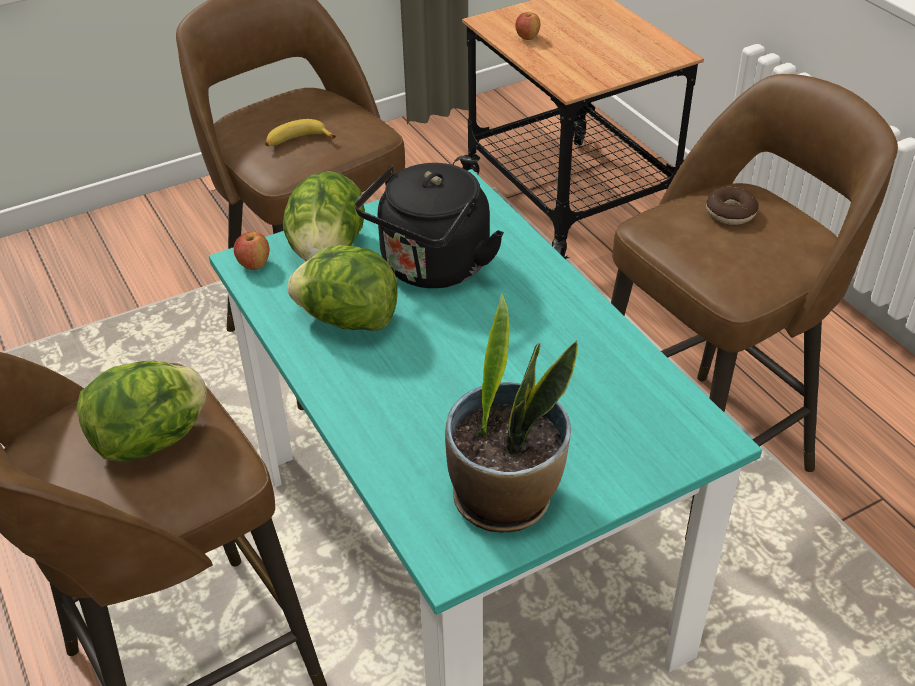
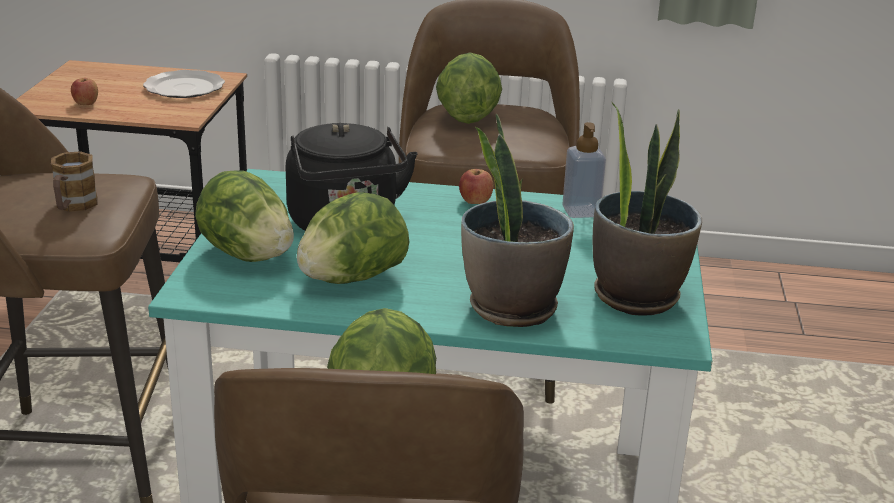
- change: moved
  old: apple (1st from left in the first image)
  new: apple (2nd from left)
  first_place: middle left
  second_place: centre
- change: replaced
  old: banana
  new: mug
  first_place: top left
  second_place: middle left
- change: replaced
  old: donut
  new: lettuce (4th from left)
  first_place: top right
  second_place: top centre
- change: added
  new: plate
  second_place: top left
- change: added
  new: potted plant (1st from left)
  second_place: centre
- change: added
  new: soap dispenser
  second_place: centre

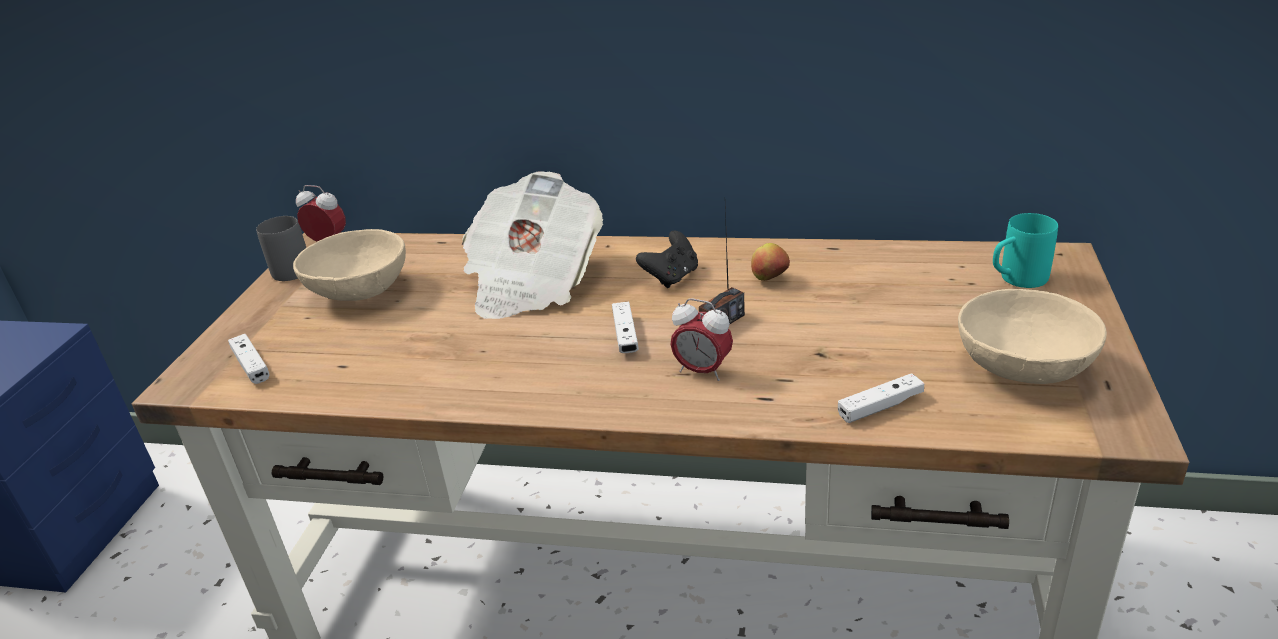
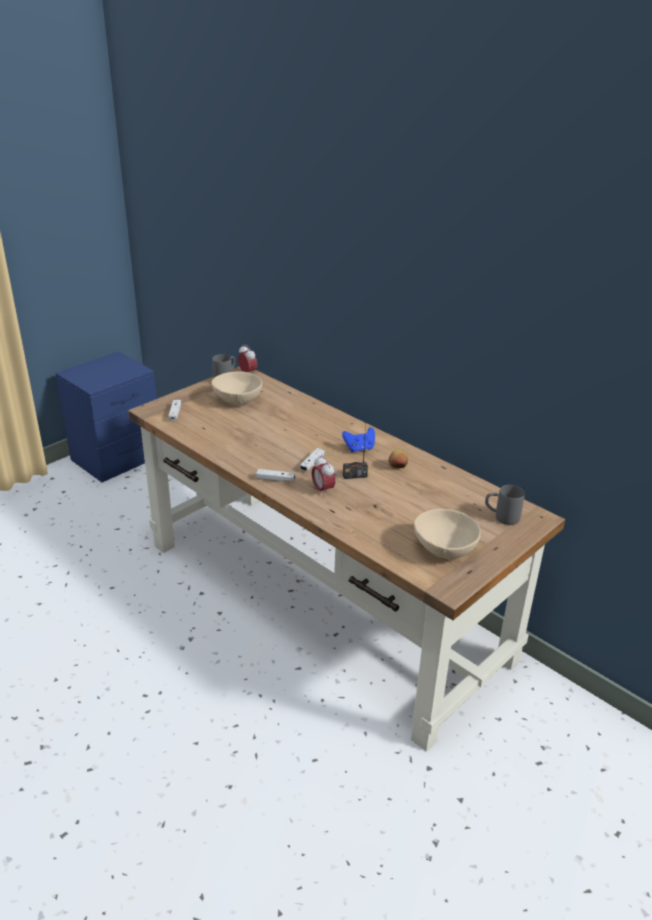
- change: removed
  old: newspaper
  first_place: centre
- change: recoloured
  old: black game controller
  new: blue game controller
  first_place: centre
  second_place: centre
- change: moved
  old: white game controller (3rd from left in the first image)
  new: white game controller (2nd from left)
  first_place: middle right
  second_place: centre
- change: recoloured
  old: turquoise mug
  new: grey mug (2nd from left)
  first_place: middle right
  second_place: middle right

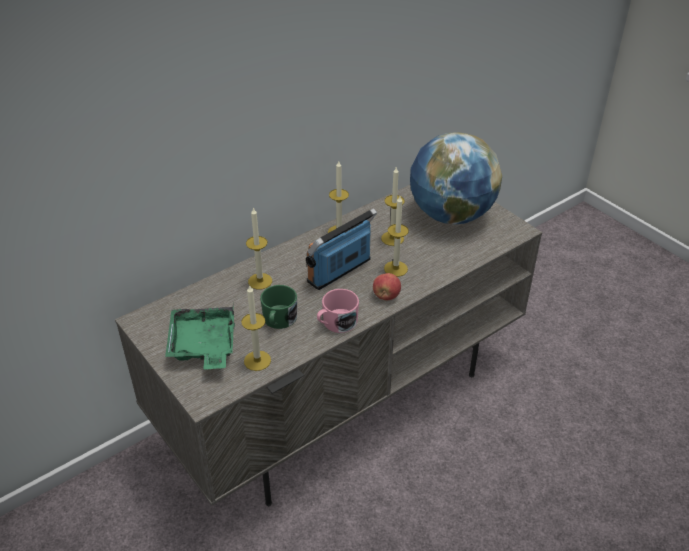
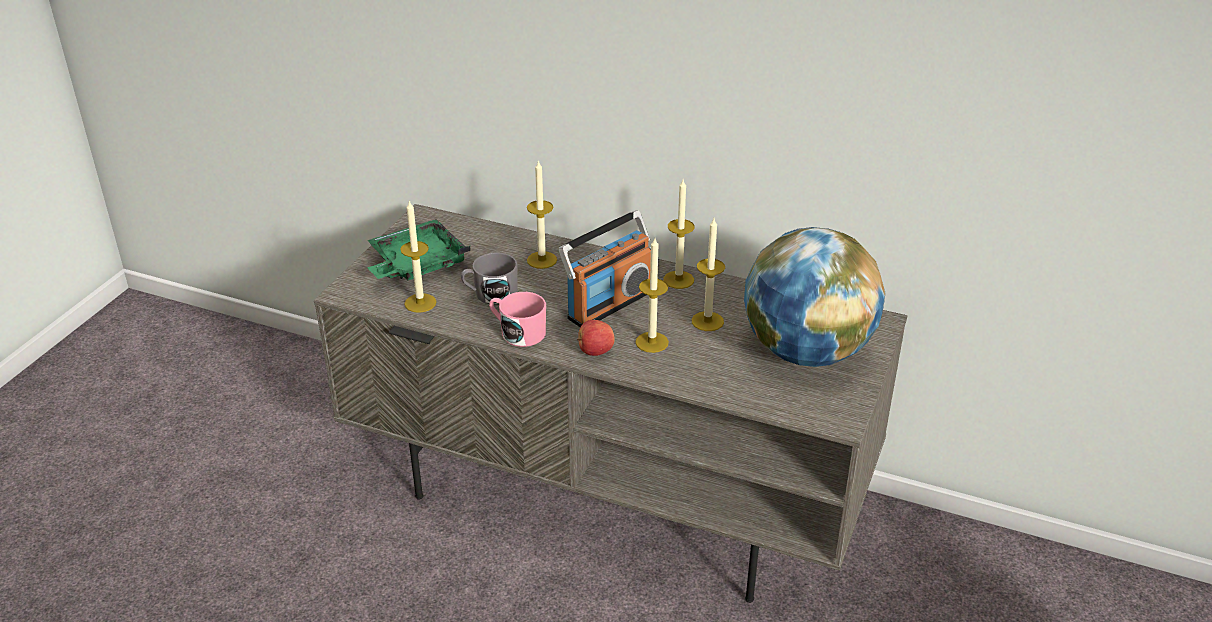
- change: recoloured
  old: green mug
  new: grey mug
  first_place: centre
  second_place: centre
- change: turned
  old: radio
  first_place: centre
  second_place: centre
  degrees: 120

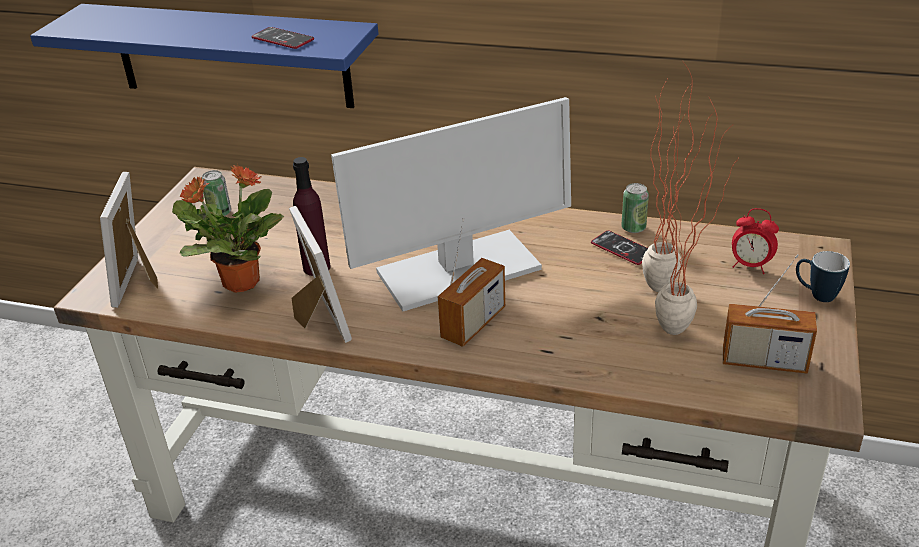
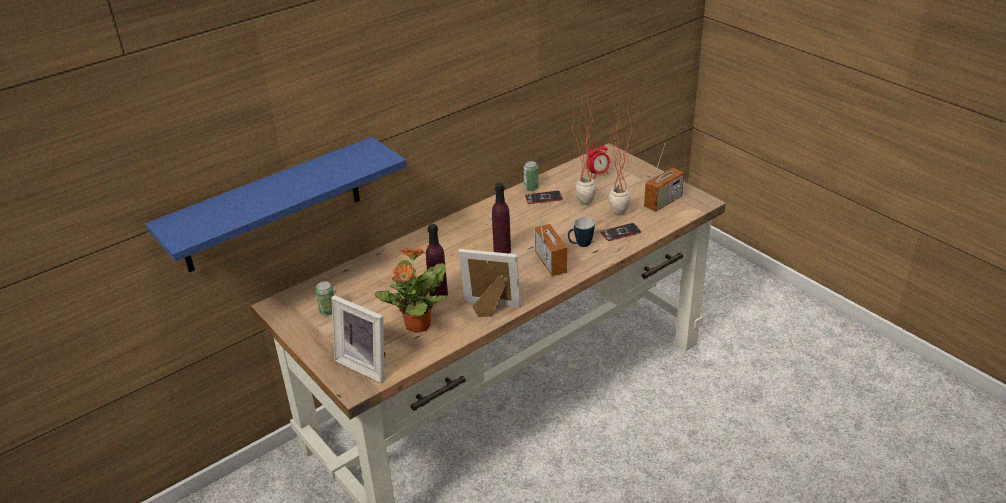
- change: moved
  old: phone (1st from left in the first image)
  new: phone (2nd from left)
  first_place: top left
  second_place: centre
- change: replaced
  old: monitor
  new: purple bottle (2nd from left)
  first_place: centre
  second_place: centre
- change: moved
  old: mug
  first_place: middle right
  second_place: centre

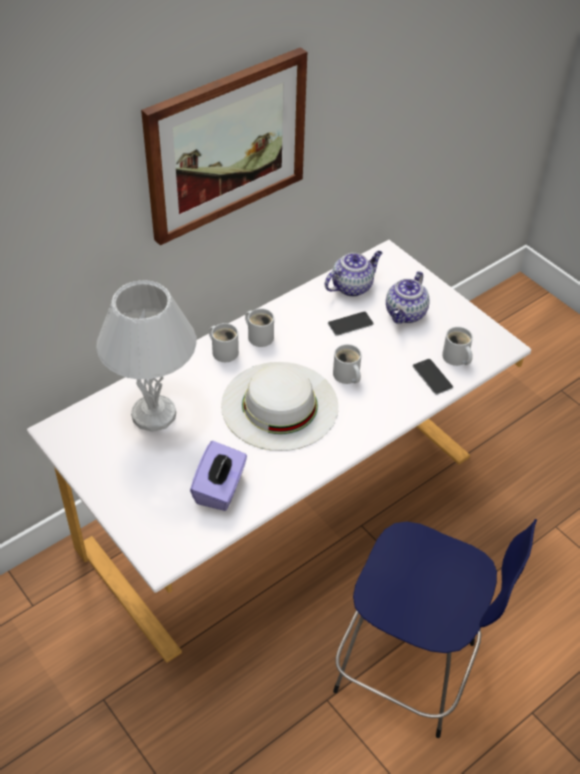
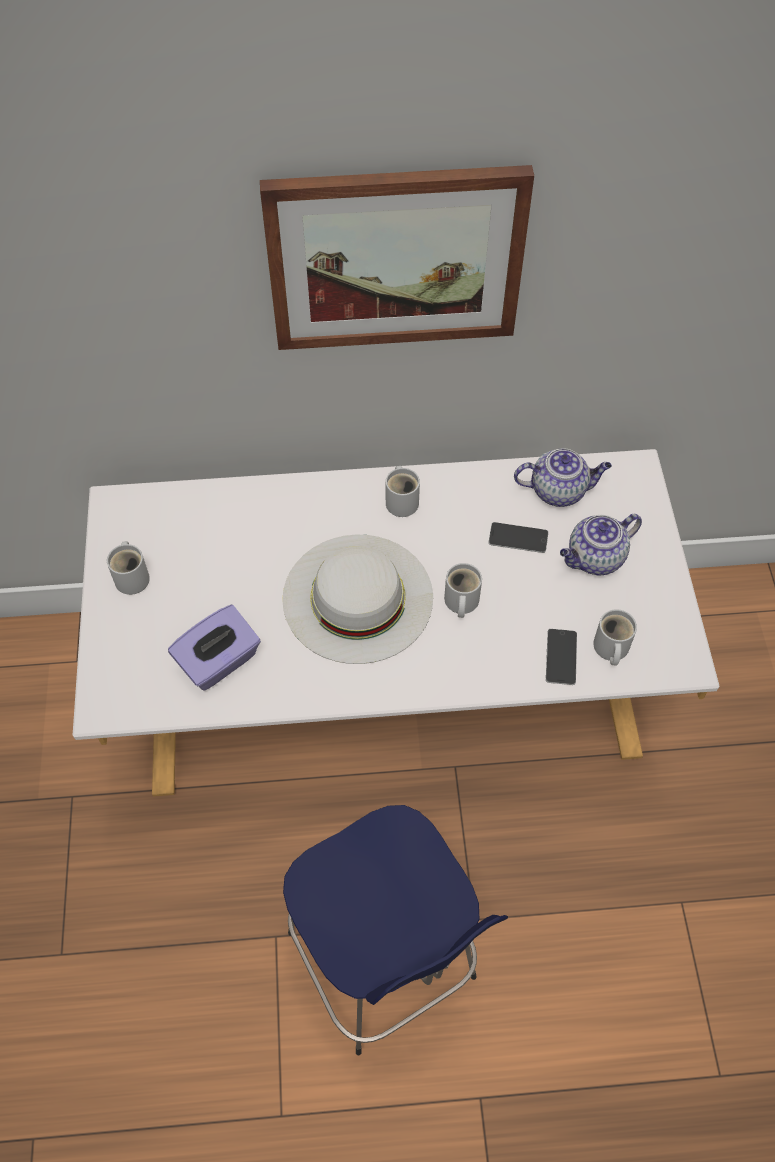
- change: removed
  old: white table lamp
  first_place: middle left
- change: moved
  old: white mug (1st from left)
  first_place: centre
  second_place: middle left

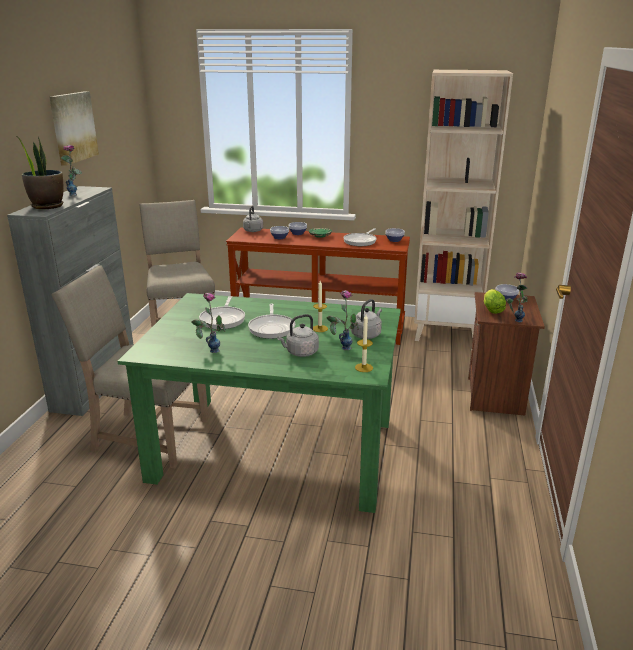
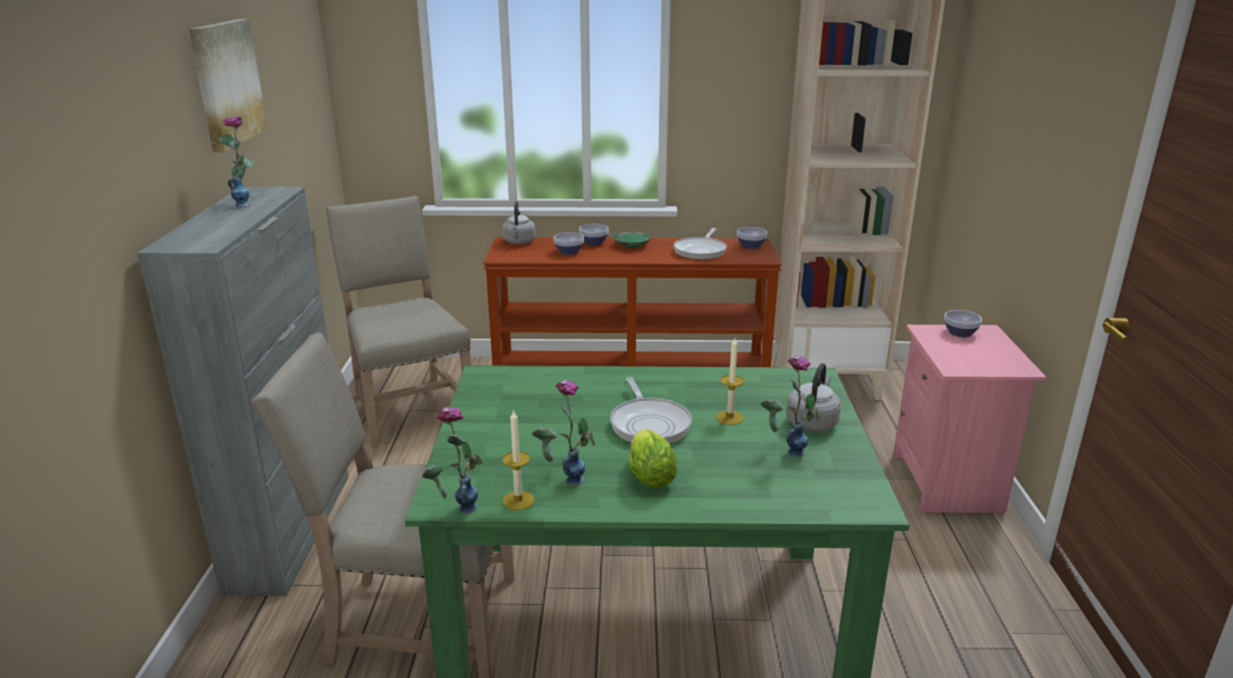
- change: removed
  old: potted plant
  first_place: top left
- change: removed
  old: frying pan (1st from left)
  first_place: centre
- change: removed
  old: grey kettle (2nd from left)
  first_place: centre
- change: moved
  old: candle (2nd from left in the first image)
  new: candle (1st from left)
  first_place: centre
  second_place: bottom centre
- change: recoloured
  old: brown nightstand
  new: pink nightstand
  first_place: middle right
  second_place: middle right
- change: moved
  old: lettuce
  first_place: middle right
  second_place: bottom centre
- change: moved
  old: vase (4th from left in the first image)
  new: vase (2nd from left)
  first_place: middle right
  second_place: bottom centre

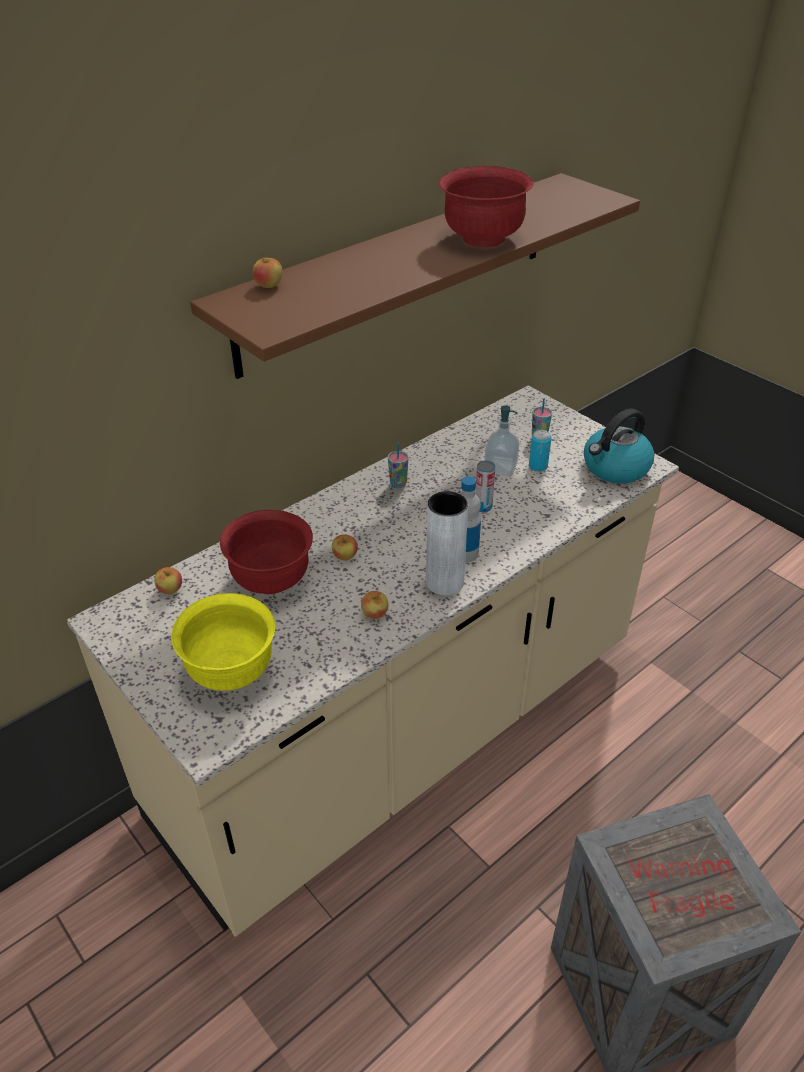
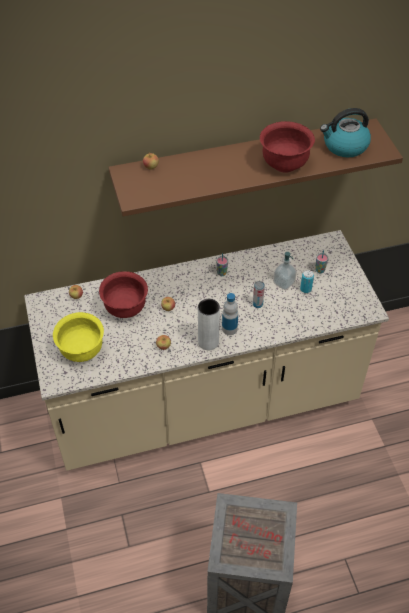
- change: moved
  old: kettle
  first_place: middle right
  second_place: top right

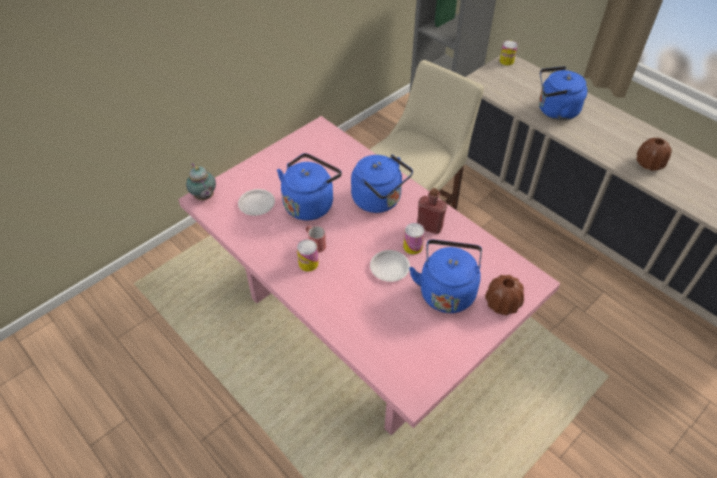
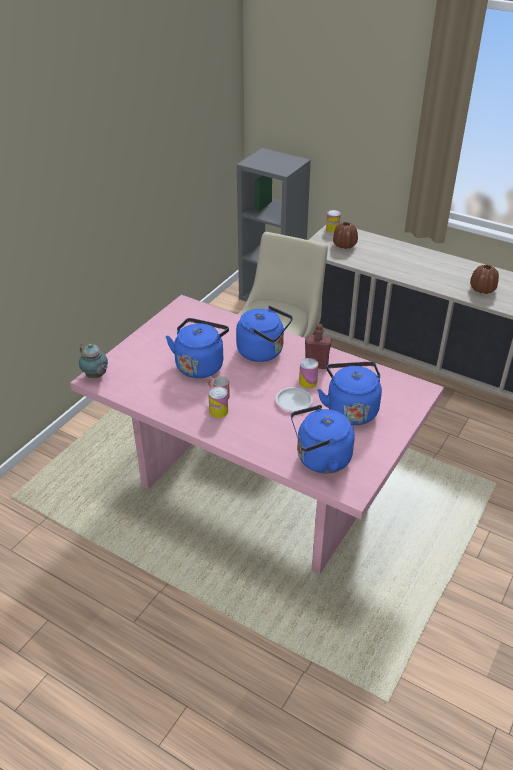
- change: removed
  old: white plate (1st from left)
  first_place: centre
- change: moved
  old: brown vase (1st from left)
  first_place: middle right
  second_place: top right
- change: moved
  old: blue kettle (4th from left in the first image)
  new: blue kettle (3rd from left)
  first_place: top right
  second_place: centre

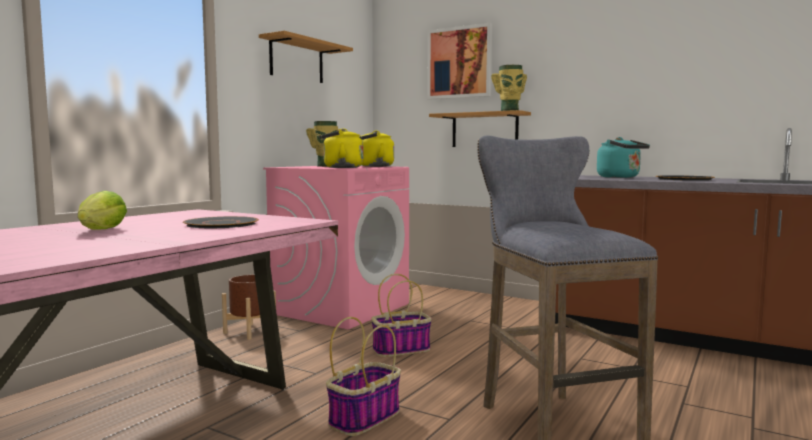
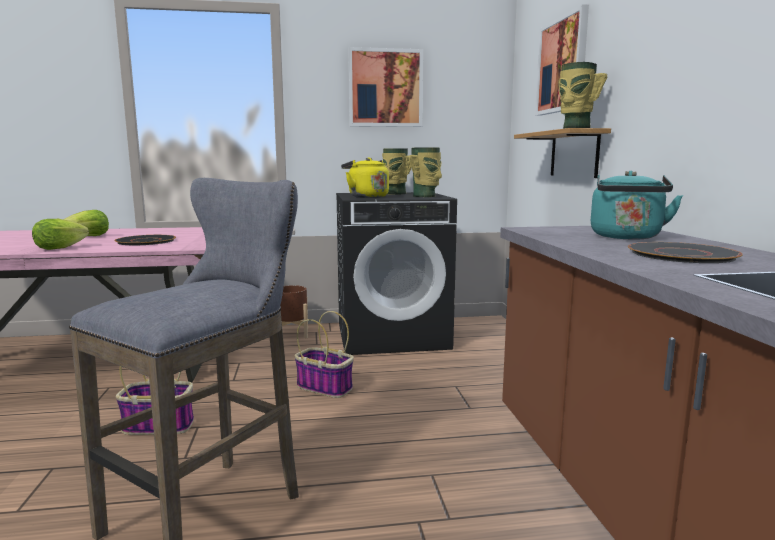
- change: replaced
  old: shelf (1st from left)
  new: picture (1st from left)
  first_place: top centre
  second_place: top centre
- change: recoloured
  old: pink washing machine
  new: black washing machine
  first_place: centre
  second_place: centre
- change: replaced
  old: yellow kettle (2nd from left)
  new: vase (2nd from left)
  first_place: centre
  second_place: top centre
- change: added
  new: lettuce (1st from left)
  second_place: middle left

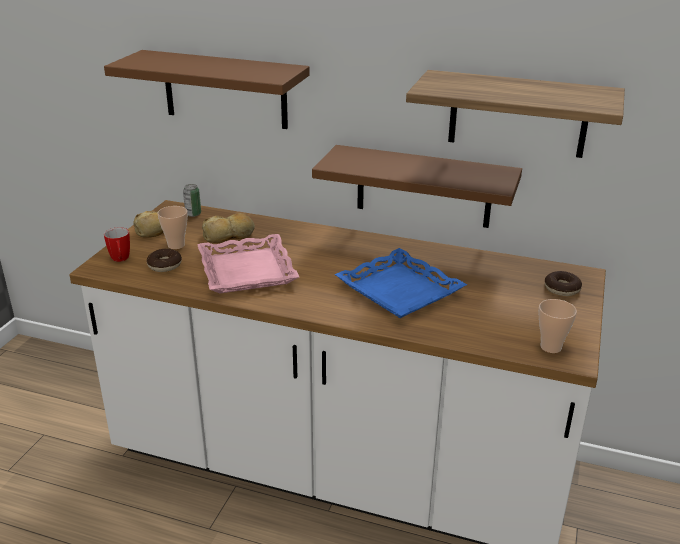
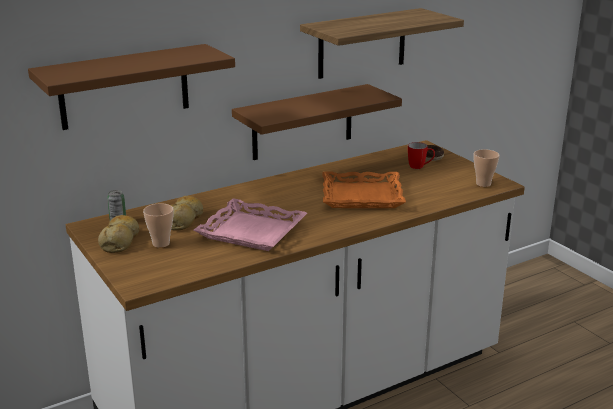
- change: moved
  old: mug
  first_place: middle left
  second_place: middle right
- change: removed
  old: donut (1st from left)
  first_place: middle left
- change: recoloured
  old: blue tray
  new: orange tray
  first_place: centre
  second_place: centre

